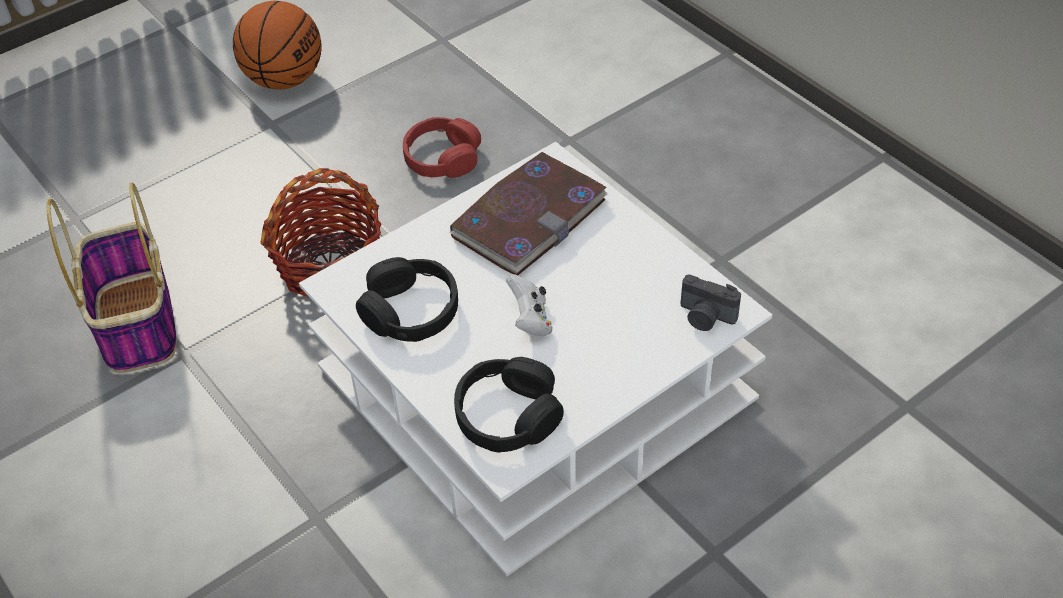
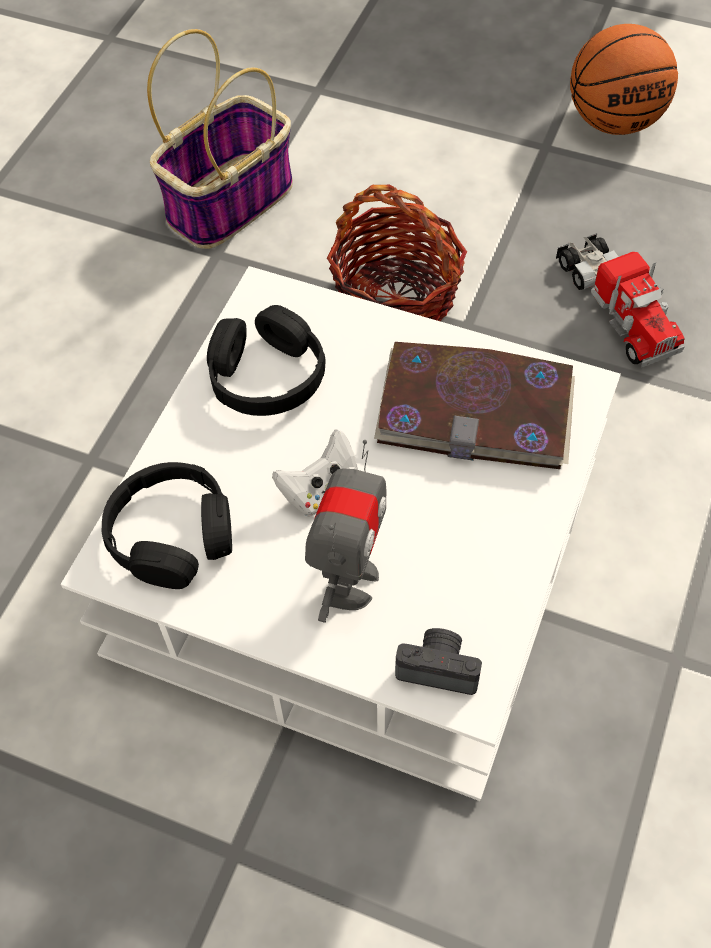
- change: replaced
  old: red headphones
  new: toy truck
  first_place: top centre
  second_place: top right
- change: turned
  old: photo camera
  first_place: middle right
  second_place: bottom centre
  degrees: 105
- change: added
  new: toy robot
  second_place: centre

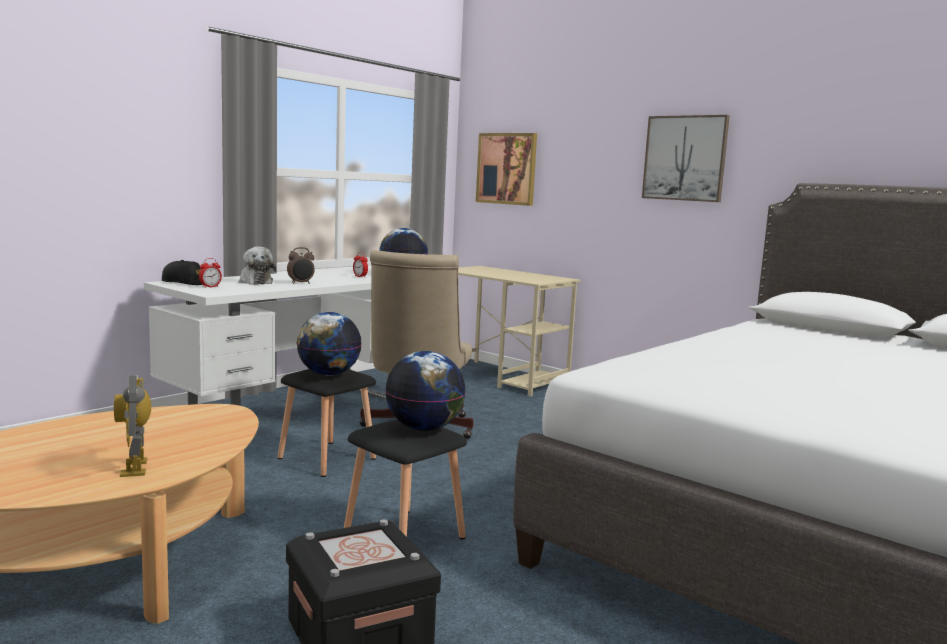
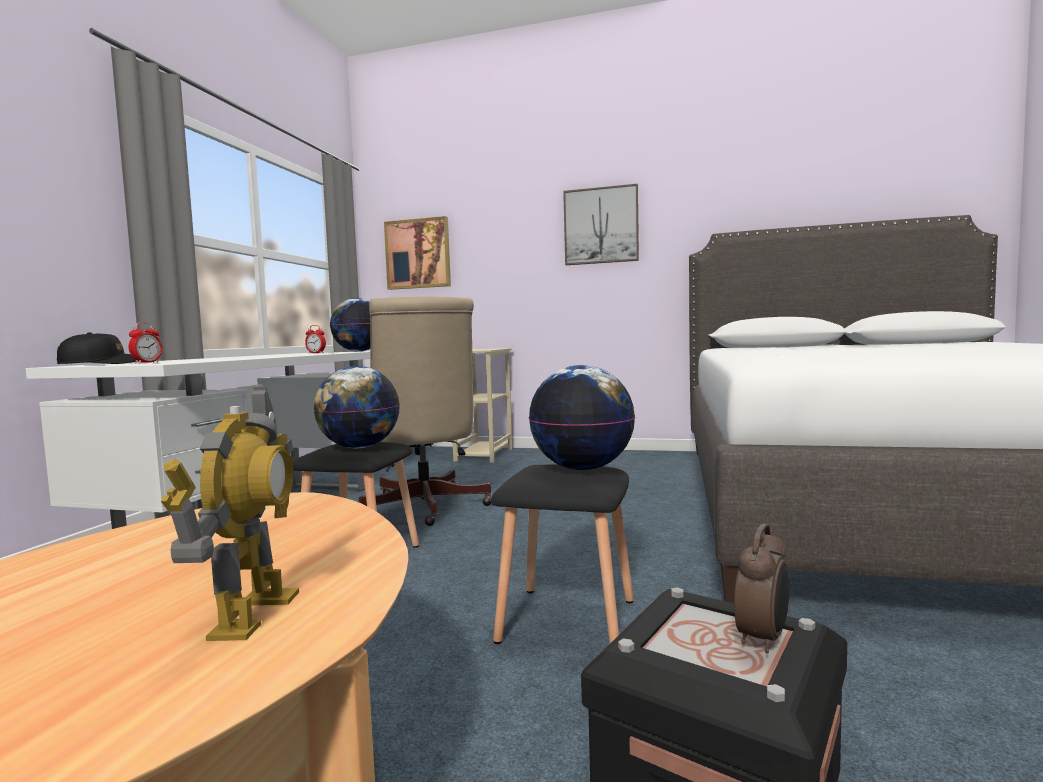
- change: turned
  old: toy robot
  first_place: middle left
  second_place: middle left
  degrees: -135
- change: removed
  old: plush toy
  first_place: middle left
- change: moved
  old: alarm clock (2nd from left in the first image)
  new: alarm clock (3rd from left)
  first_place: middle left
  second_place: bottom right

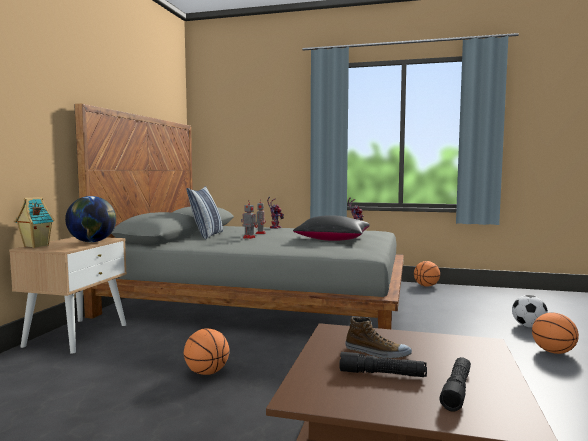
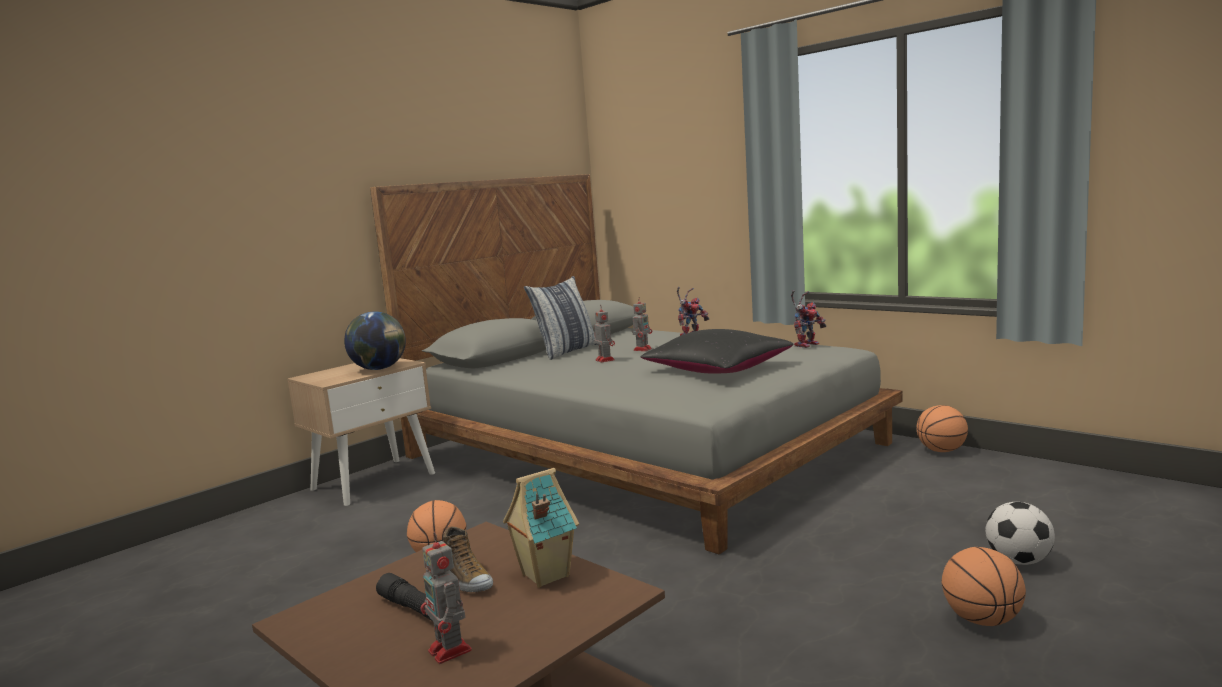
- change: moved
  old: toy house
  first_place: middle left
  second_place: bottom centre
- change: replaced
  old: black flashlight (2nd from left)
  new: toy robot (1st from left)
  first_place: bottom right
  second_place: bottom centre

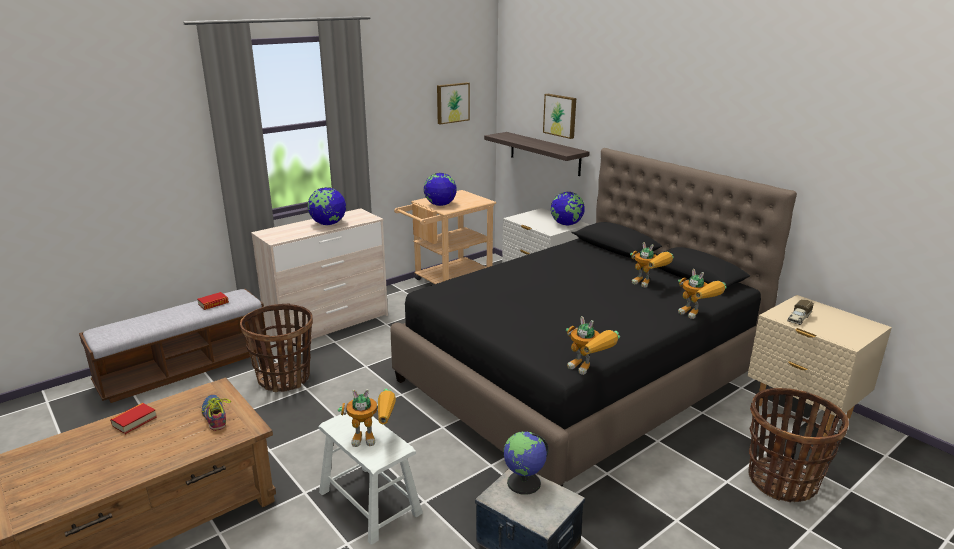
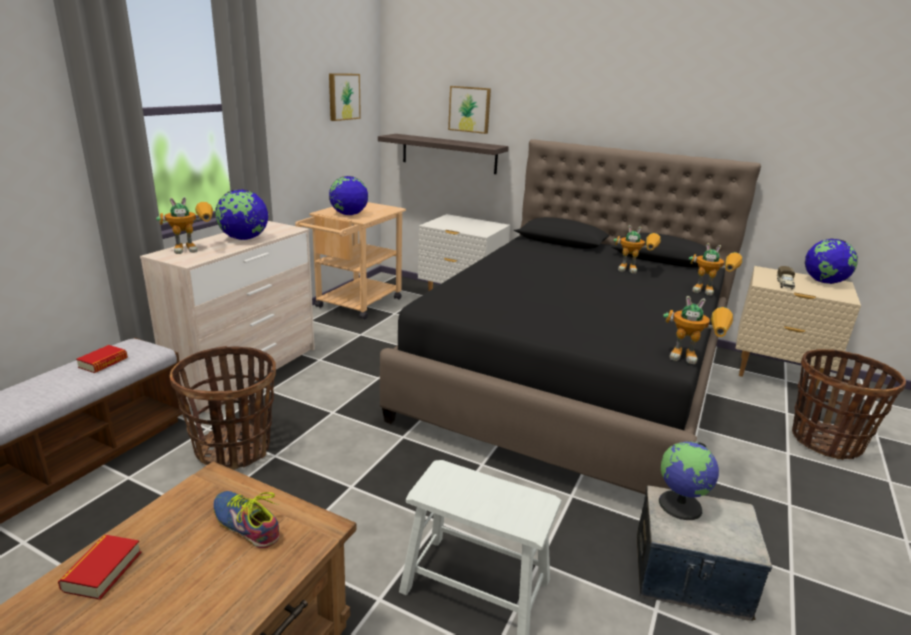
- change: moved
  old: toy robot (1st from left)
  first_place: bottom centre
  second_place: middle left
- change: moved
  old: globe (4th from left)
  first_place: centre
  second_place: middle right

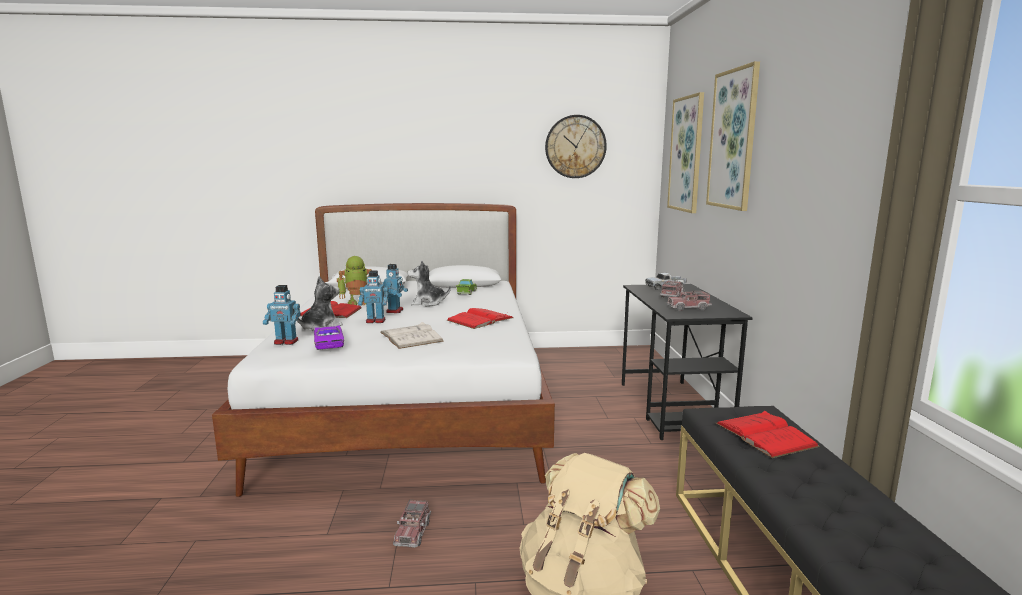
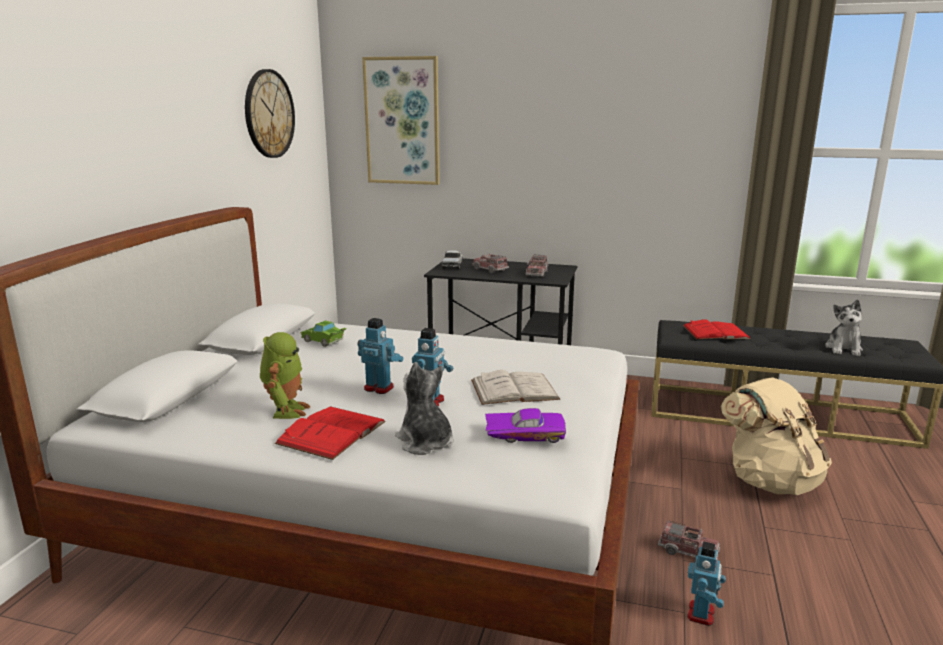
- change: moved
  old: toy robot (1st from left in the first image)
  new: toy robot (4th from left)
  first_place: middle left
  second_place: bottom right
- change: moved
  old: plush toy (2nd from left)
  first_place: centre
  second_place: middle right
- change: removed
  old: red book (2nd from left)
  first_place: centre
- change: removed
  old: picture (2nd from left)
  first_place: top right

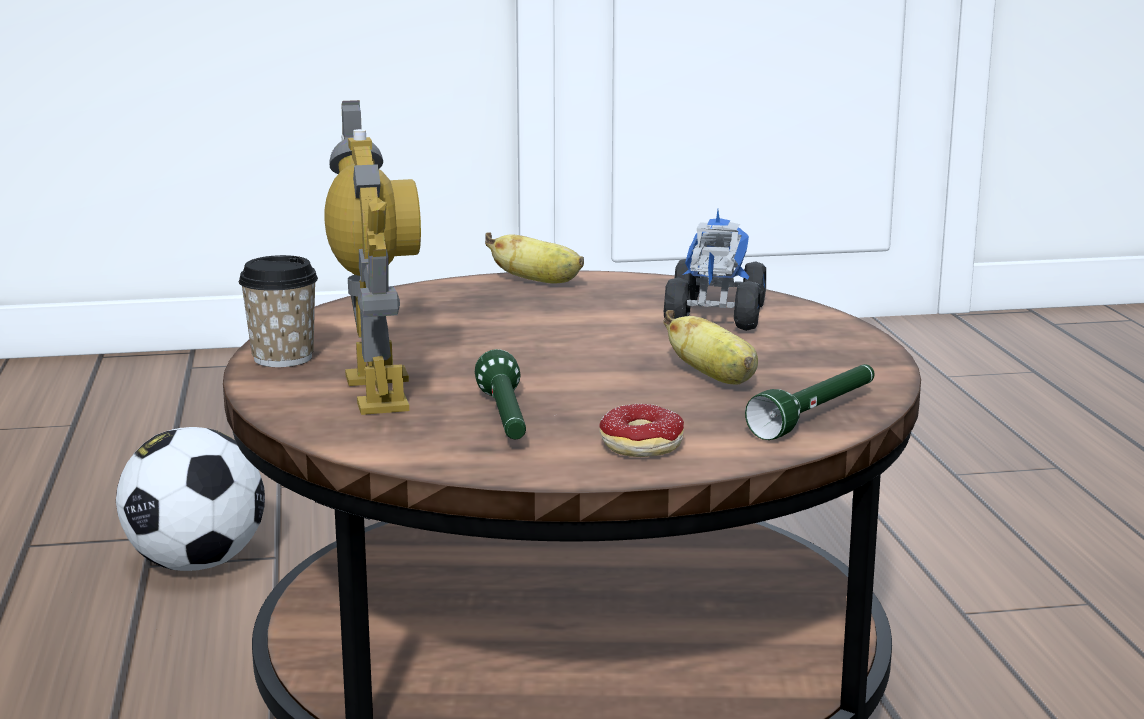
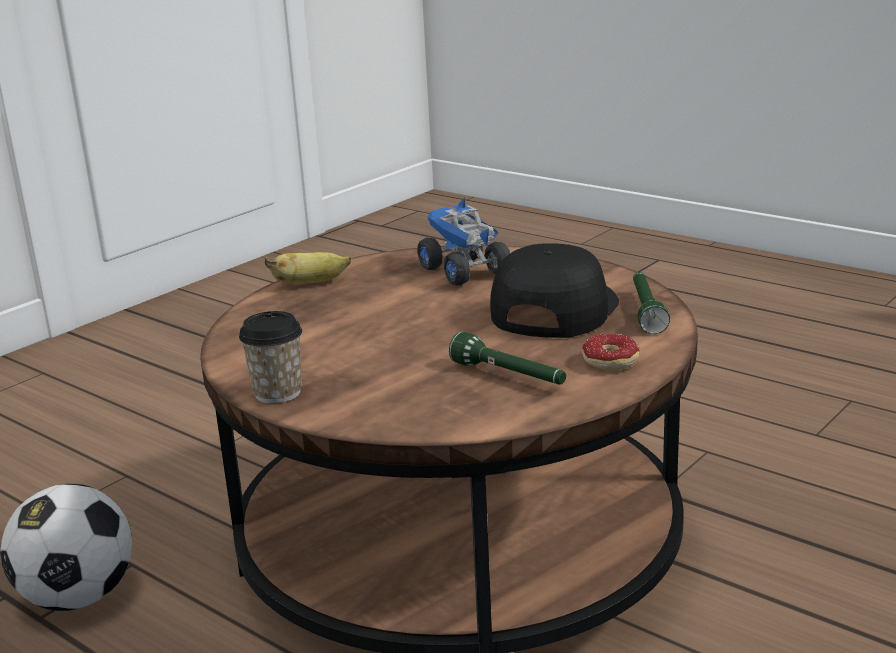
- change: removed
  old: toy robot
  first_place: middle left
- change: replaced
  old: banana (2nd from left)
  new: black cap
  first_place: centre
  second_place: centre

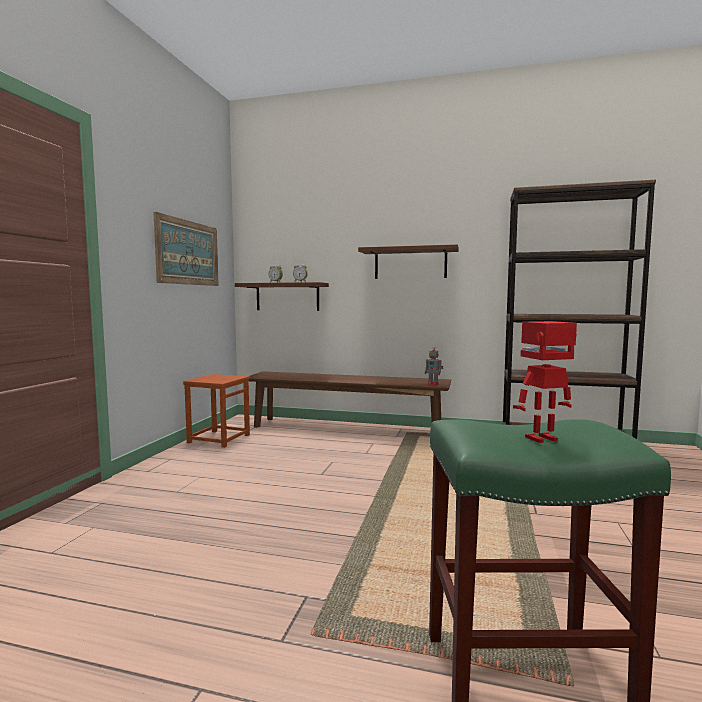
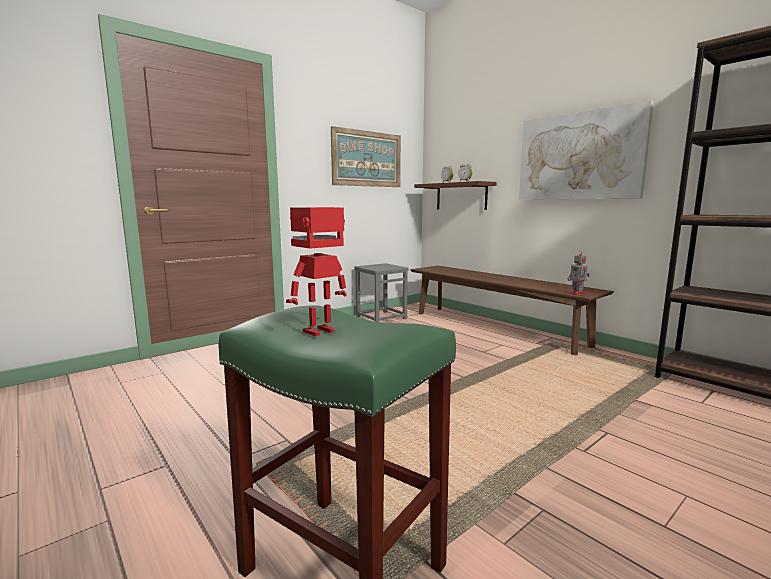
- change: recoloured
  old: brown stool
  new: grey stool
  first_place: middle left
  second_place: centre
- change: replaced
  old: brown shelf (2nd from left)
  new: picture (2nd from left)
  first_place: centre
  second_place: top right
- change: turned
  old: toy robot (2nd from left in the first image)
  first_place: middle right
  second_place: centre
  degrees: -60

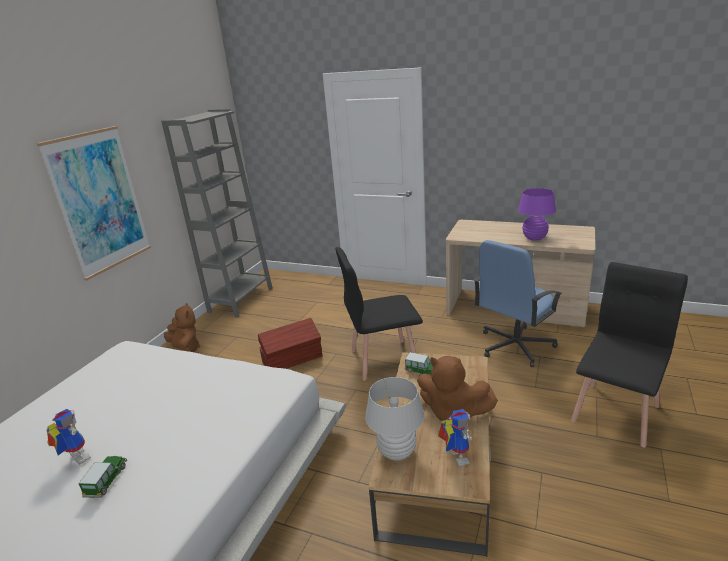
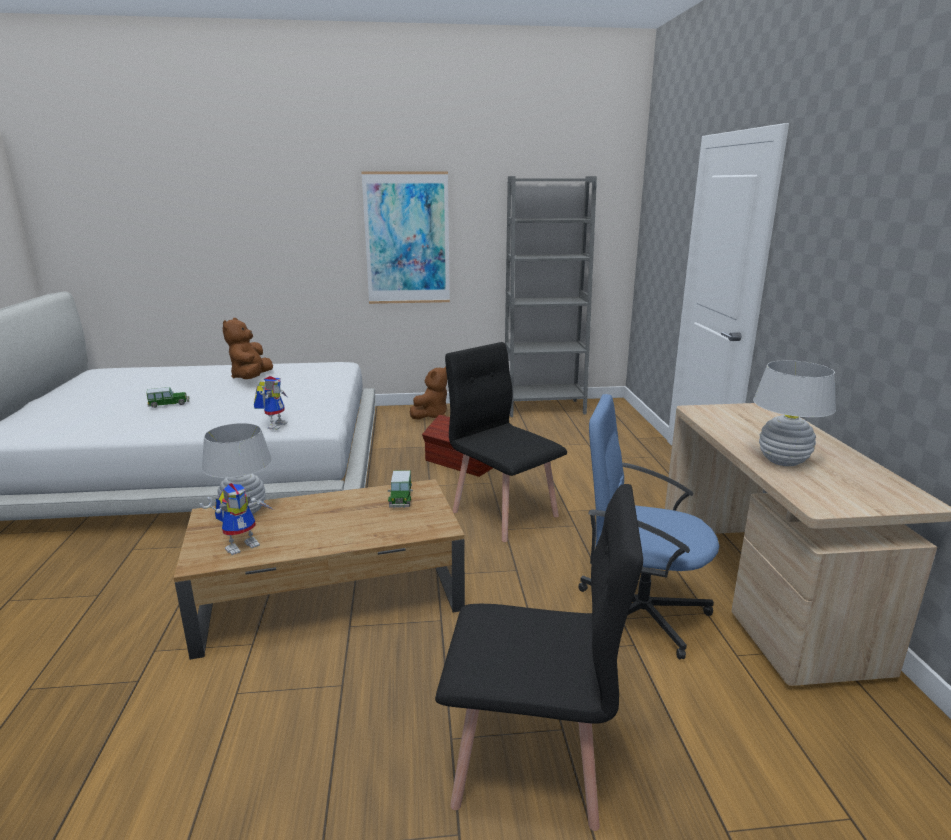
- change: moved
  old: toy robot (1st from left in the first image)
  new: toy robot (2nd from left)
  first_place: bottom left
  second_place: middle left
- change: moved
  old: brown plush toy (2nd from left in the first image)
  new: brown plush toy (1st from left)
  first_place: bottom centre
  second_place: middle left
- change: recoloured
  old: purple table lamp
  new: white table lamp (2nd from left)
  first_place: middle right
  second_place: middle right

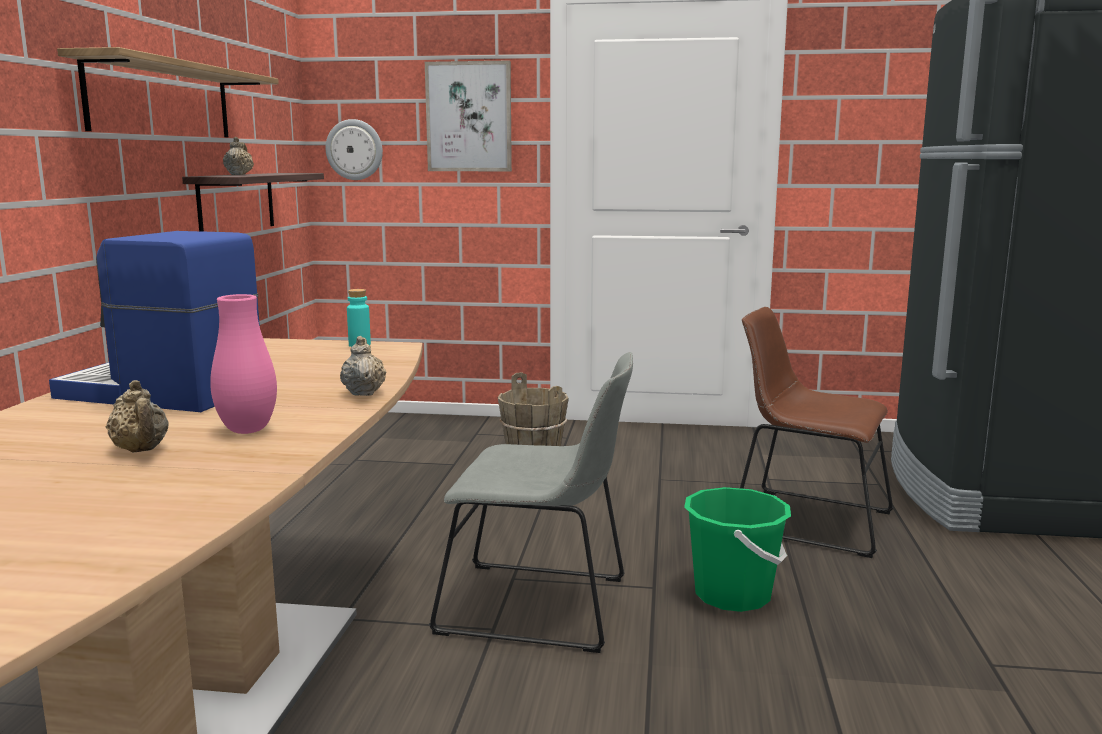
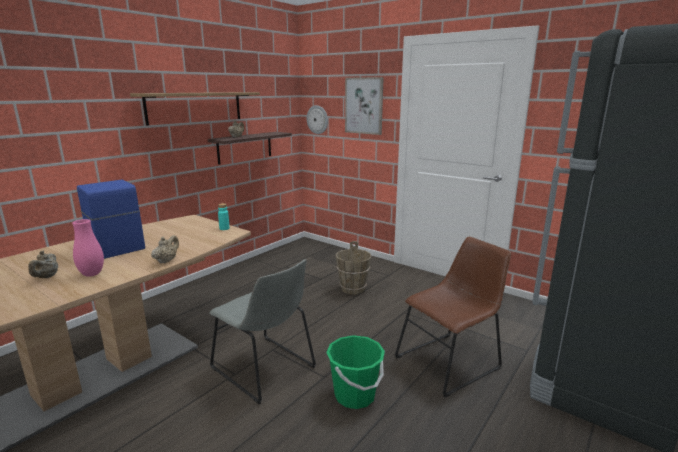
- change: turned
  old: brown chair
  first_place: middle right
  second_place: bottom right
  degrees: 90

